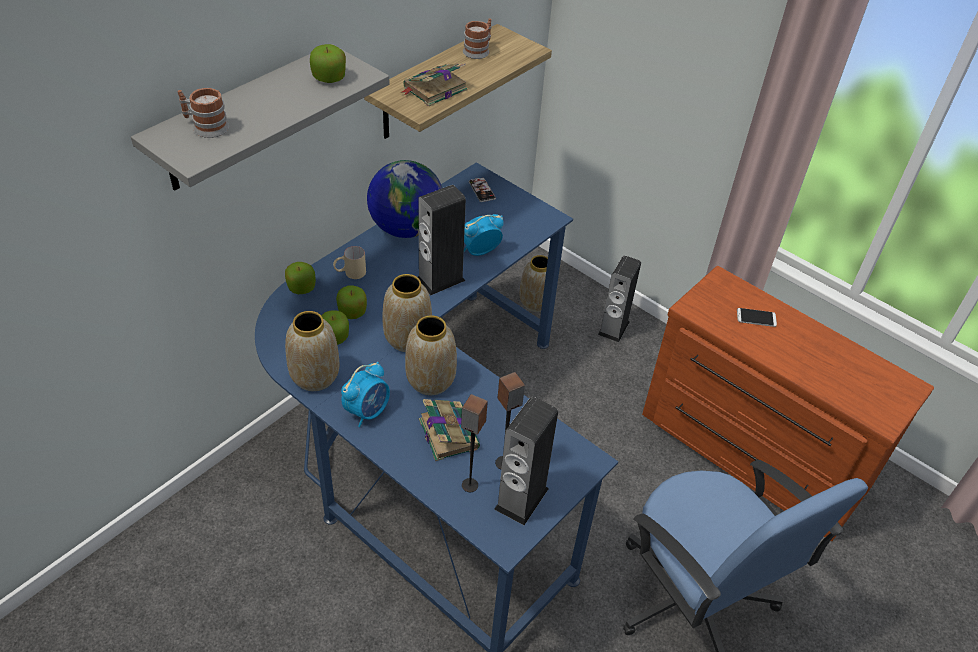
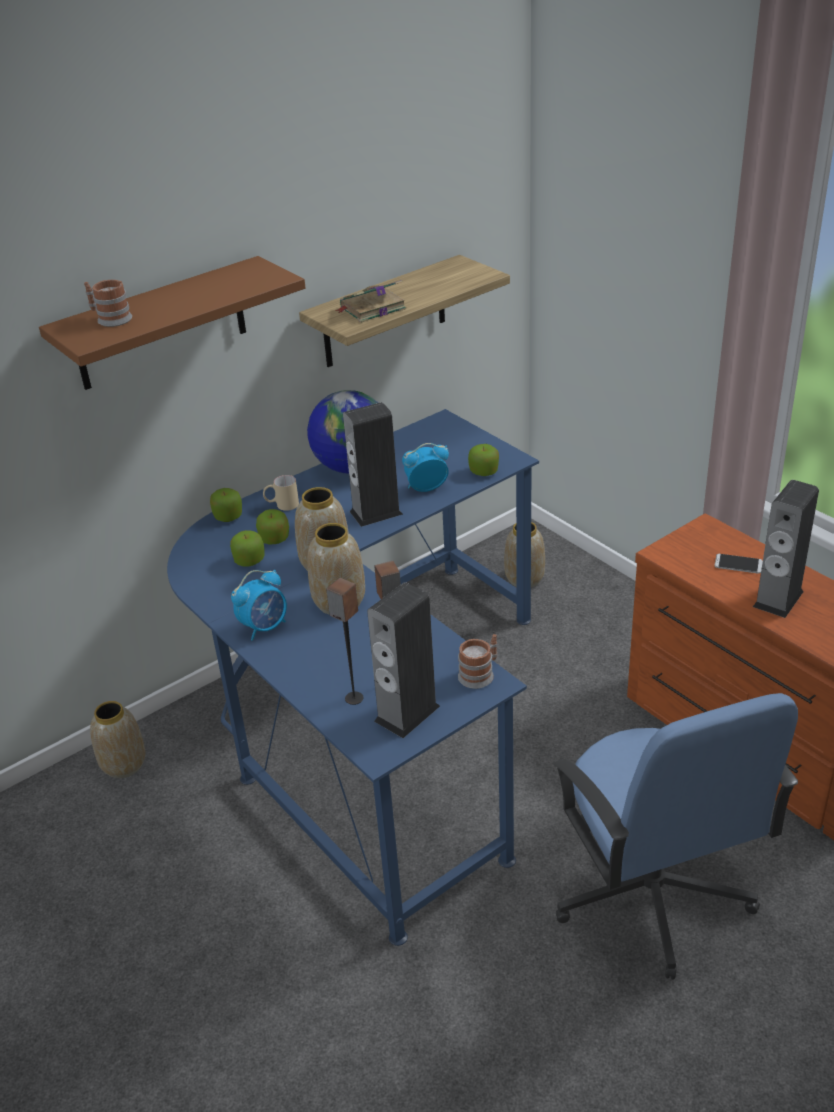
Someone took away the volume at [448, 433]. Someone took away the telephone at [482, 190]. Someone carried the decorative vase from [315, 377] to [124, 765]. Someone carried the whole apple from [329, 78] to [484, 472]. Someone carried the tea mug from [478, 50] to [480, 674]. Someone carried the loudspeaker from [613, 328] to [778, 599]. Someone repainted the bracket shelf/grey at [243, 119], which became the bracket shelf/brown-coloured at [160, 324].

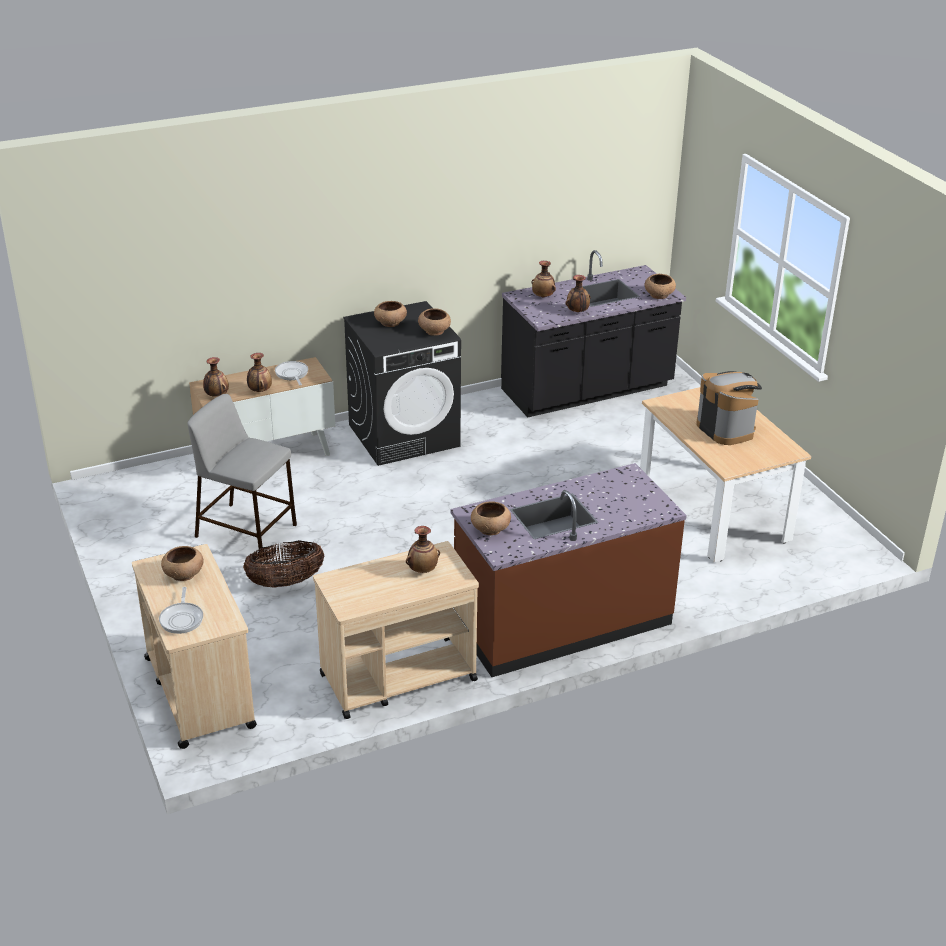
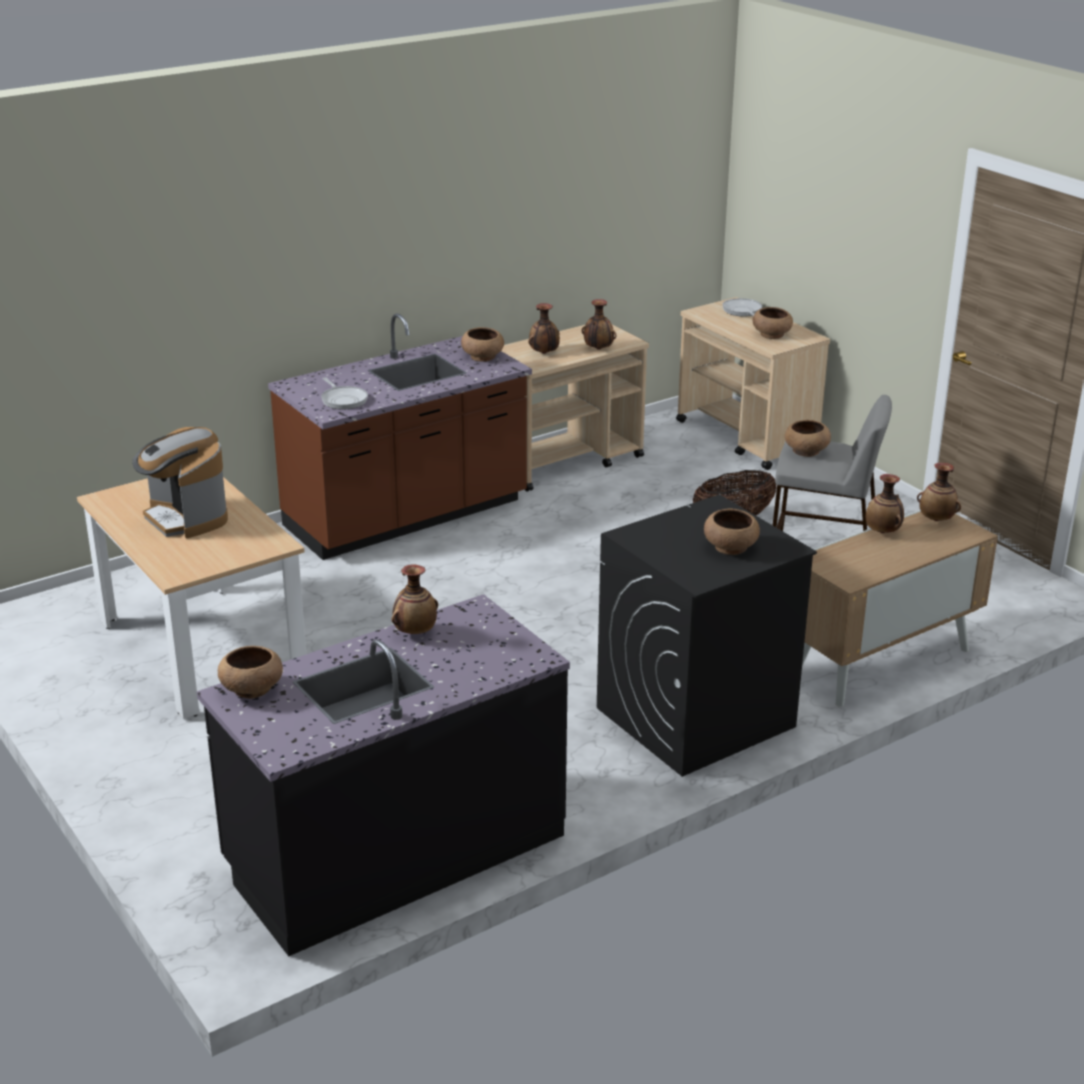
Someone carried the skillet from [292, 374] to [343, 400]. Someone carried the bowl/brown-coloured from [434, 331] to [806, 451]. Someone carried the decorative vase from [543, 297] to [598, 349].

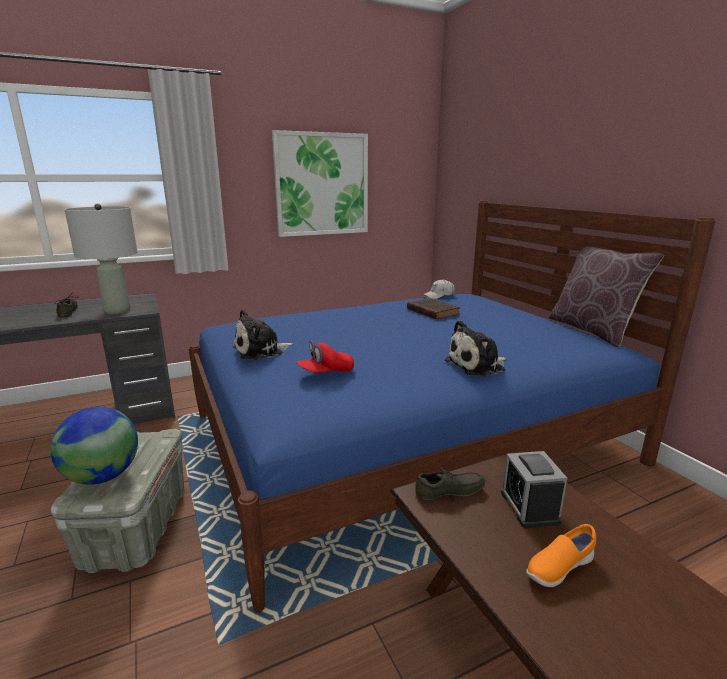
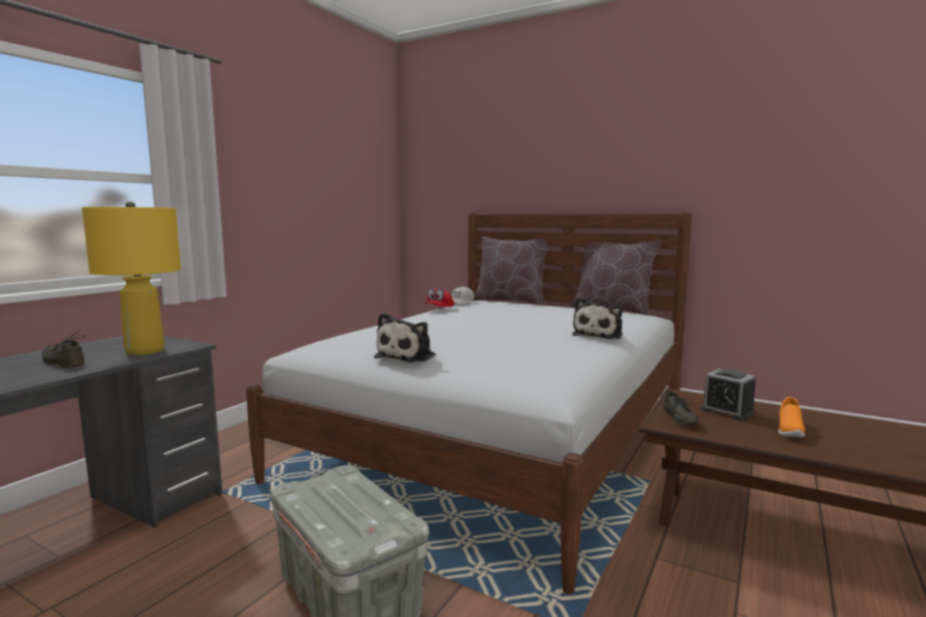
Someone took away the desk globe at [103, 476]. Someone took away the wall art at [322, 184]. Someone took away the volume/brown-coloured at [431, 311]. Someone put down the pillow/brown-coloured at [511, 301]. Someone carried the cap/red from [326, 373] to [439, 309]. Someone repainted the lamp for a table/grey at [117, 310], which became the lamp for a table/yellow-coloured at [145, 350]. Someone repainted the sleeping bed/blue-coloured at [406, 438], which became the sleeping bed/whitish at [500, 438]. Someone rotated the item of footwear/grey at [450, 493] by 135 degrees clockwise.

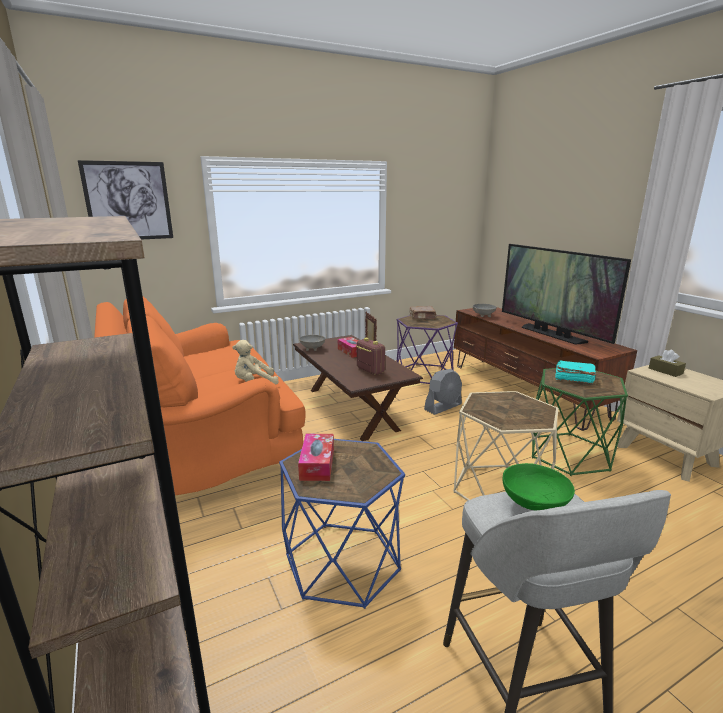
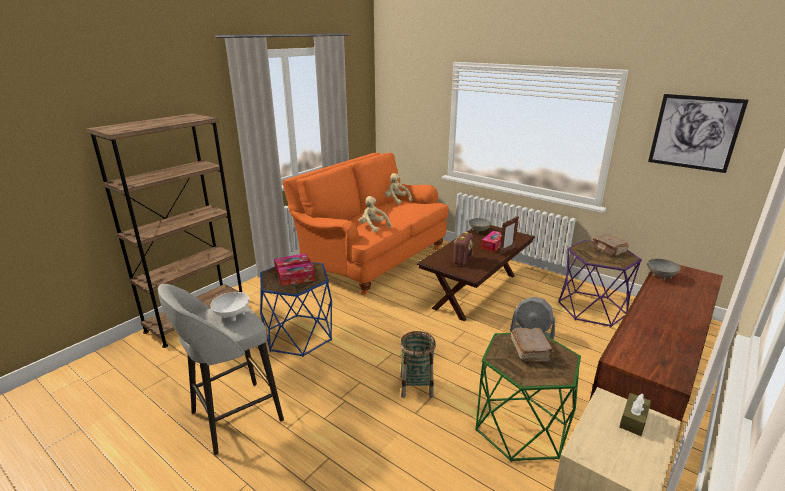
Someone took away the TV at [551, 334]. Someone put down the tissue holder at [297, 279]. Someone put down the soft toy/sand-coloured at [396, 200]. Someone carried the wall art from [128, 201] to [694, 132]. Someone swapped the accent table/sand-coloured at [499, 490] for the basket at [416, 386]. Someone repainted the bowl/green-coloured at [532, 506], which became the bowl/whitish at [232, 315]. Someone repainted the volume/turquoise-coloured at [573, 378], which became the volume/brown-coloured at [530, 351].

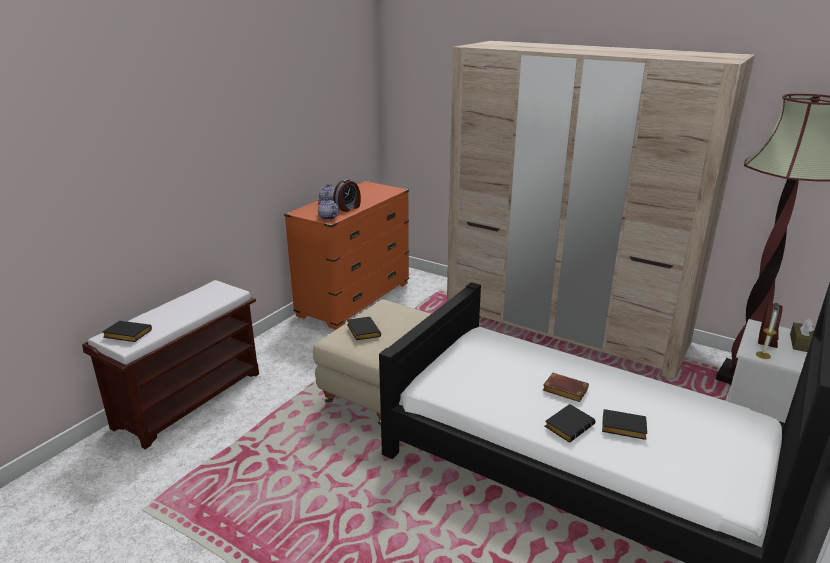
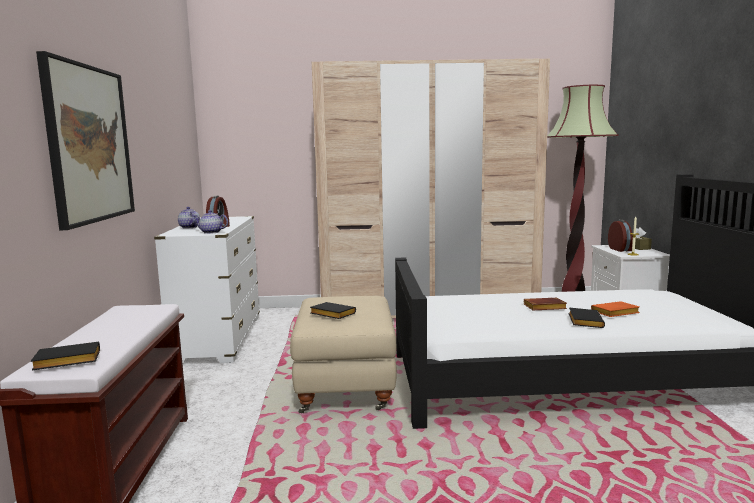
Someone put up the wall art at [89, 144]. Someone repainted the chest of drawers/orange-coloured at [354, 299], which became the chest of drawers/whitish at [219, 339]. Someone repainted the volume/black-coloured at [622, 428], which became the volume/orange-coloured at [614, 313].

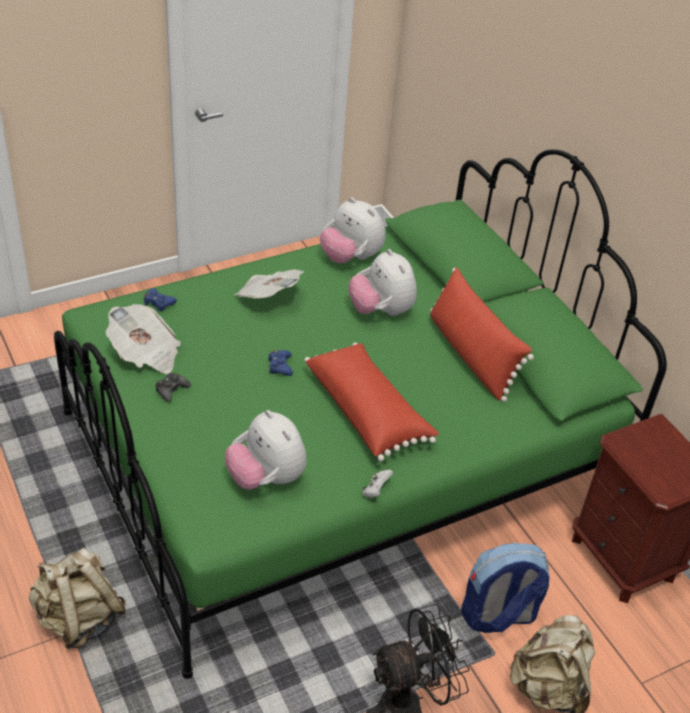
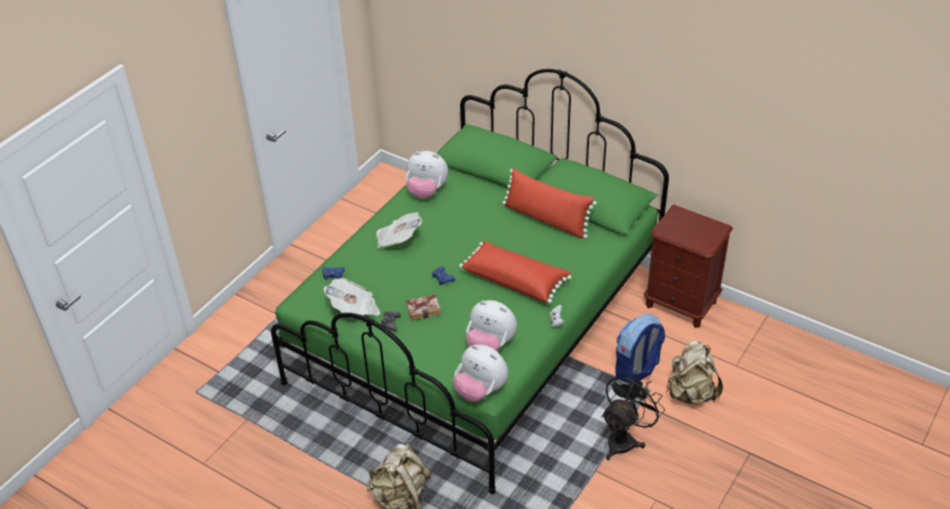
Someone put down the volume at [424, 309]. Someone carried the soft toy from [381, 310] to [480, 390].

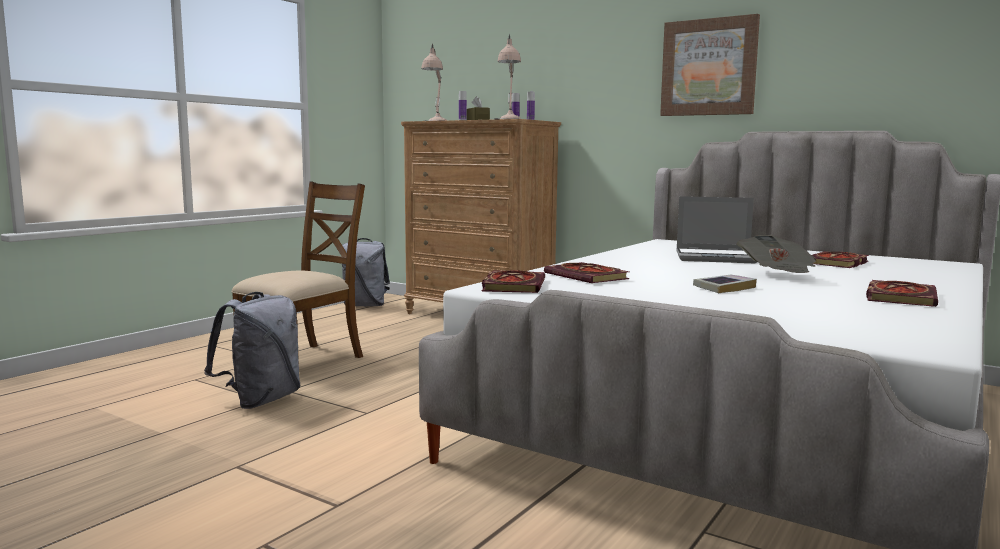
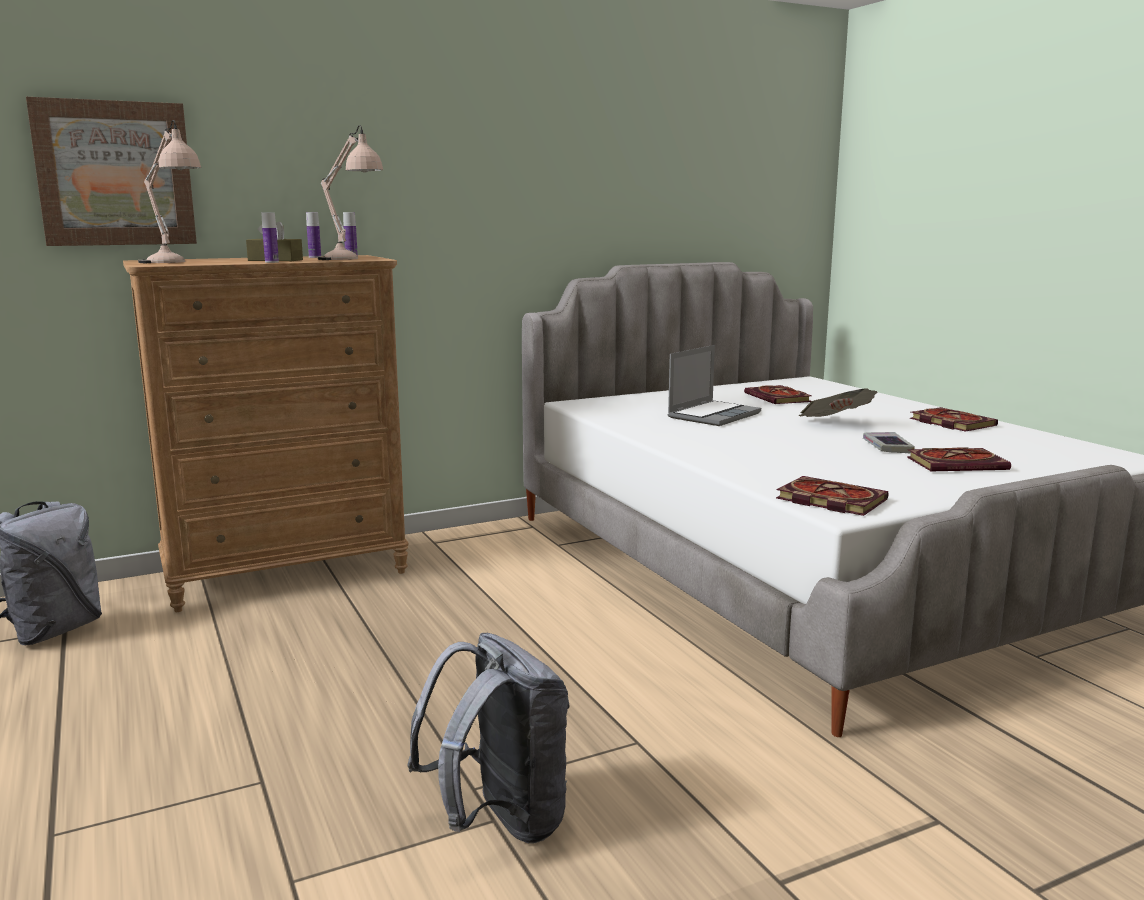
Someone took away the plain chair/brown-coloured at [304, 360]. Someone carried the volume from [588, 277] to [958, 464]. Someone carried the wall art from [709, 67] to [115, 174].

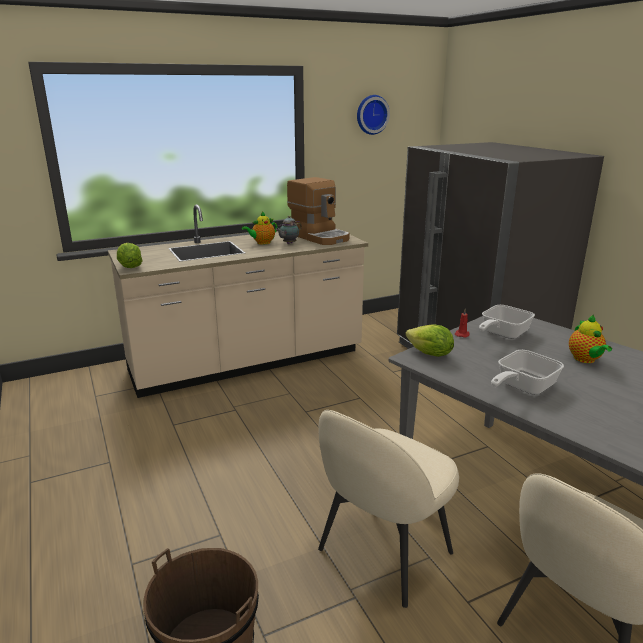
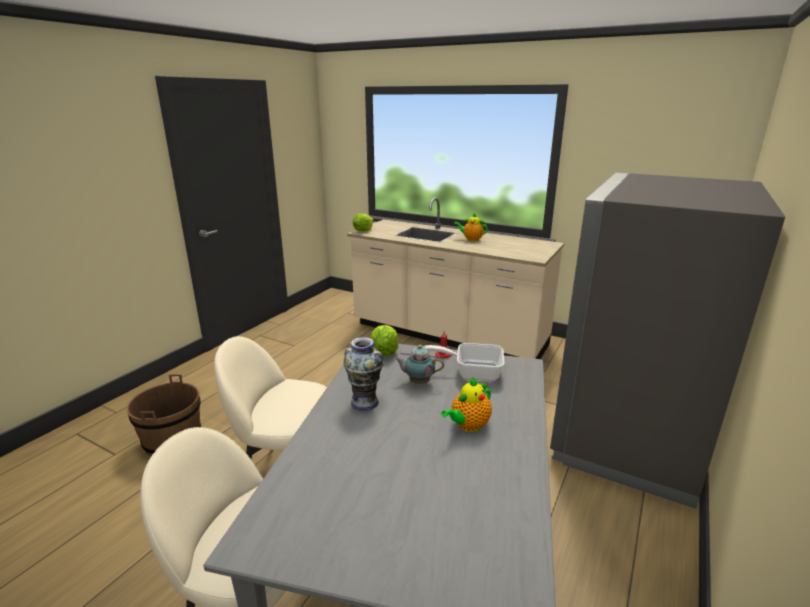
Someone took away the coffee maker at [319, 236]. Someone took away the clock on the wall at [371, 114]. Someone carried the teapot from [288, 243] to [418, 382]. Someone swapped the skillet at [522, 387] for the decorative vase at [365, 402].

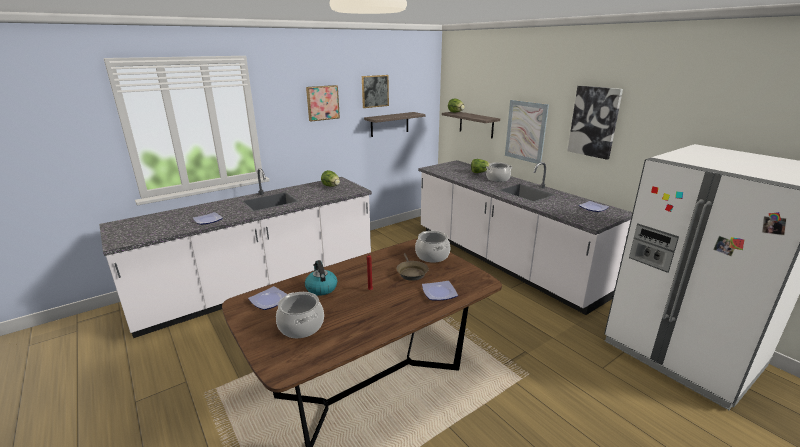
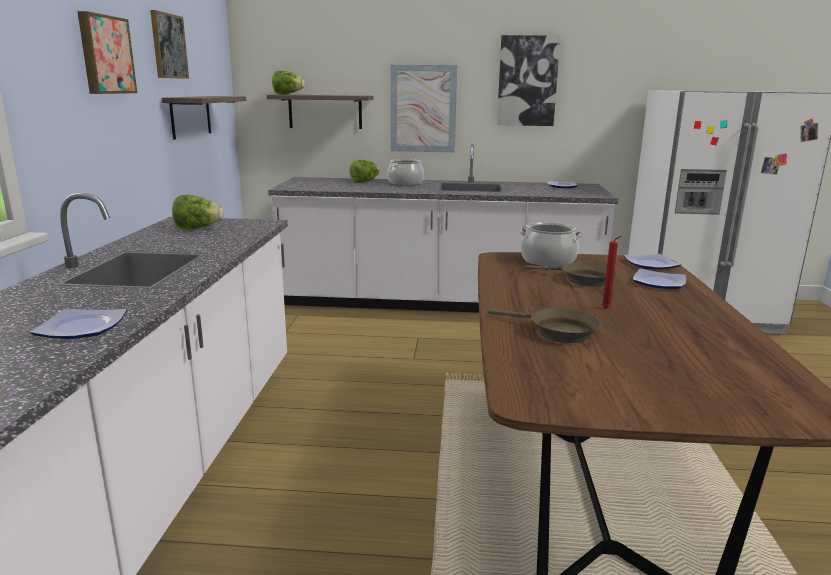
Someone took away the stockpot at [301, 326]. Someone carried the plate from [268, 300] to [650, 265]. Someone swapped the tea kettle at [321, 288] for the skillet/brown-coloured at [557, 332].

